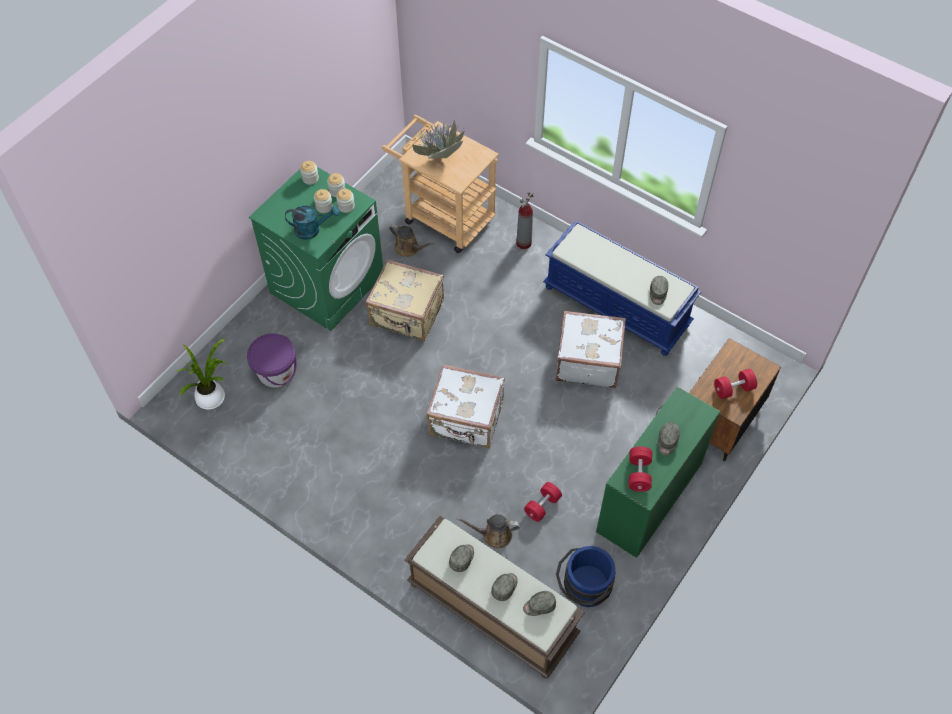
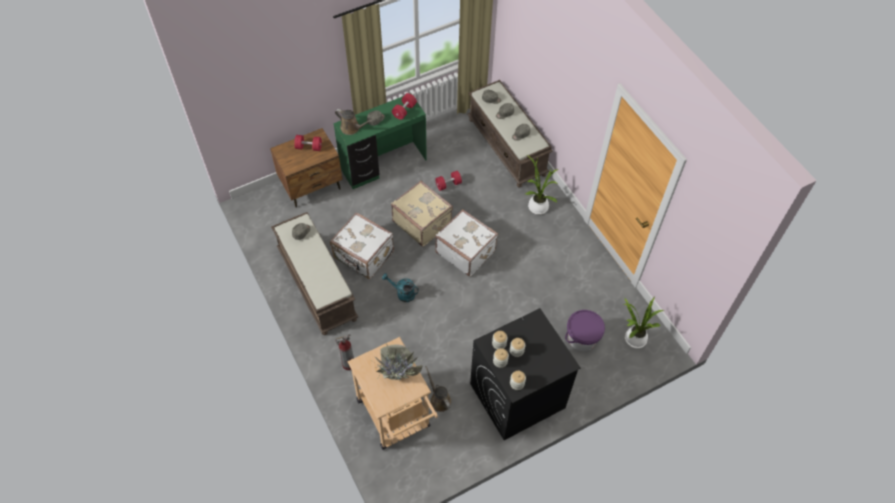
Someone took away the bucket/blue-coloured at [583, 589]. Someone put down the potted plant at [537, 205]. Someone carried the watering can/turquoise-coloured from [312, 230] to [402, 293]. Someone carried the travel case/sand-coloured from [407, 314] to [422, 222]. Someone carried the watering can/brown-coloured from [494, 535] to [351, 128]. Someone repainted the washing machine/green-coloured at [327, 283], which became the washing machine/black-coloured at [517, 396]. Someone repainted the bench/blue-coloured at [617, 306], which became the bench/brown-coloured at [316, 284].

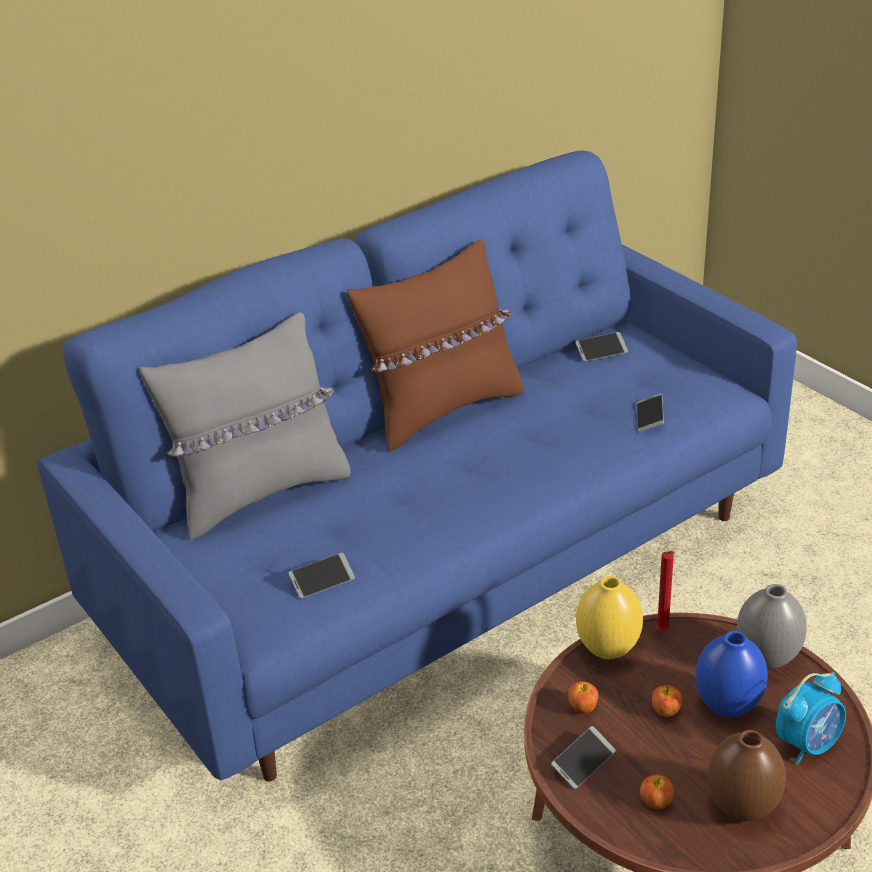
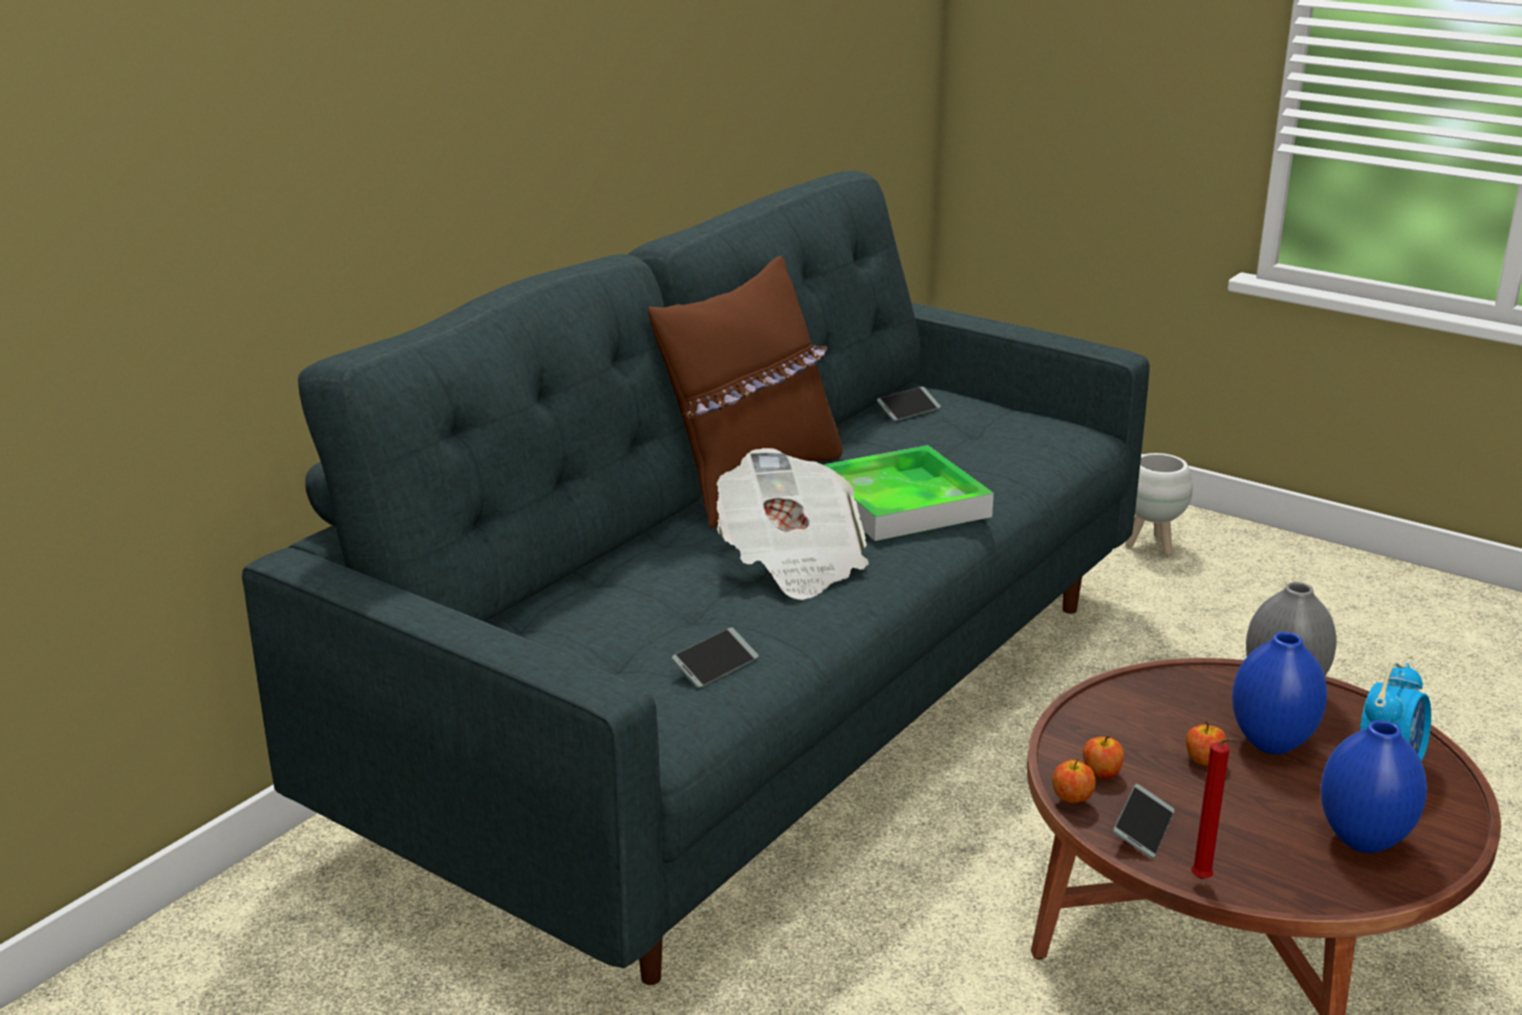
Someone took away the pillow/grey at [261, 493]. Someone took away the decorative vase/yellow-coloured at [609, 649]. Someone took away the telephone at [649, 417]. Someone put down the newspaper at [791, 562]. Someone put down the serving tray at [902, 502]. Someone put down the flower pot/whitish at [1152, 546]. Someone carried the whole apple from [656, 802] to [1072, 797]. Someone carried the wax candle/red from [663, 633] to [1204, 881]. Someone repainted the settee/blue-coloured at [445, 571], which became the settee/grey at [762, 710]. Someone repainted the decorative vase/brown-coloured at [743, 807], which became the decorative vase/blue-coloured at [1363, 839].

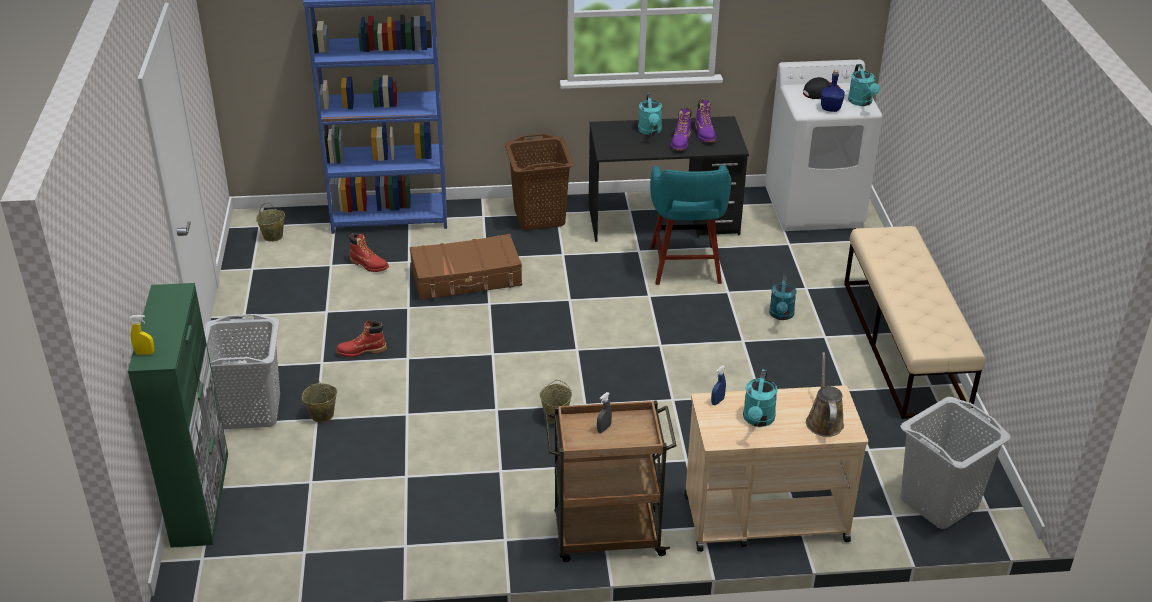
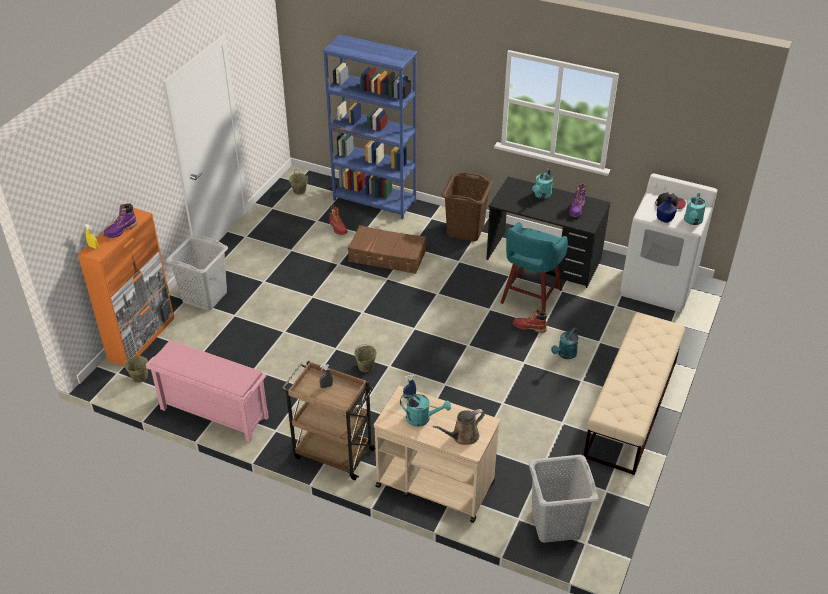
Someone put down the shoe rack/pinkish at [213, 413]. Someone carried the bucket/sand-coloured from [321, 415] to [139, 377]. Someone carried the high-top boot/red from [361, 351] to [529, 327]. Someone carried the high-top boot/purplish from [681, 142] to [121, 231]. Someone repainted the cabinet/green-coloured at [201, 498], which became the cabinet/orange-coloured at [142, 338]. Someone rotated the watering can/turquoise-coloured at [758, 420] by 120 degrees counterclockwise. Someone rotated the watering can/brown-coloured at [824, 421] by 150 degrees counterclockwise.

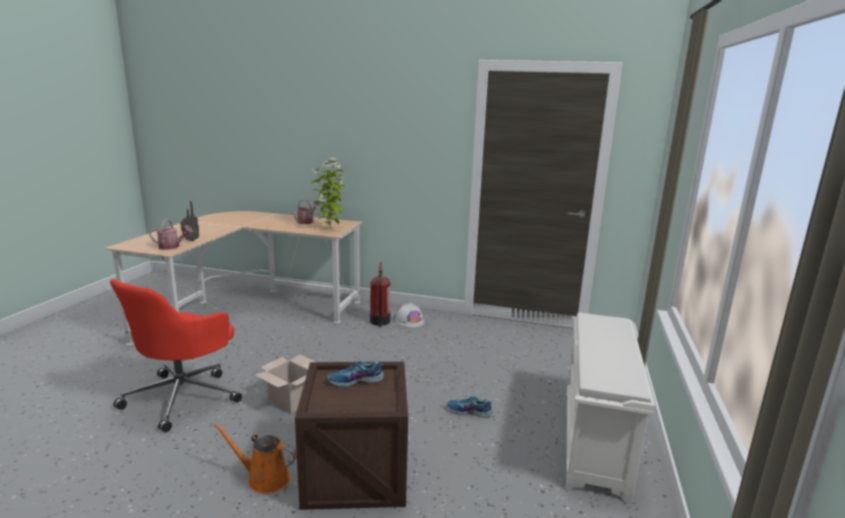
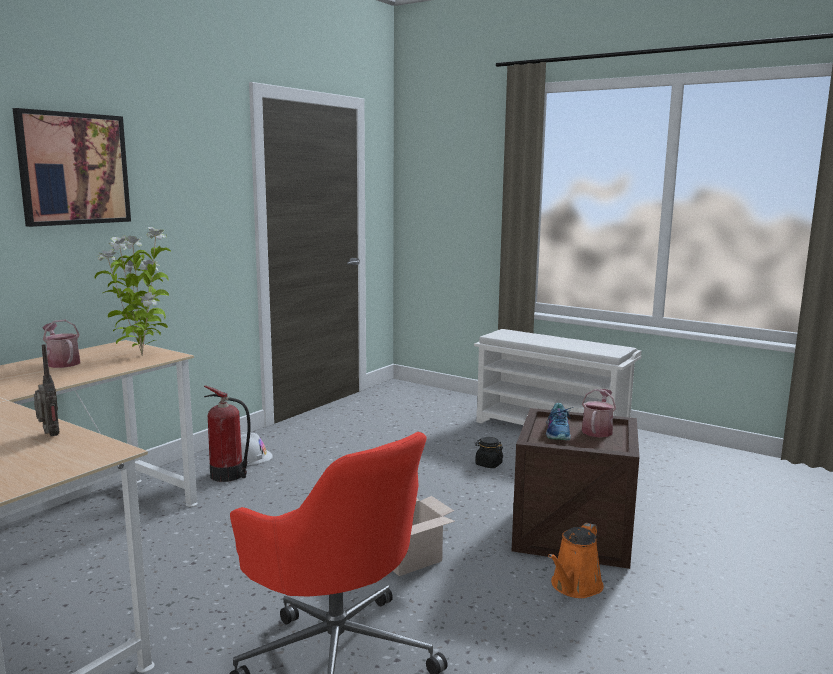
Someone put up the wall art at [74, 169]. Someone carried the watering can from [172, 247] to [597, 430]. Someone swapped the item of footwear at [469, 412] for the preserve jar/black-coloured at [488, 464].

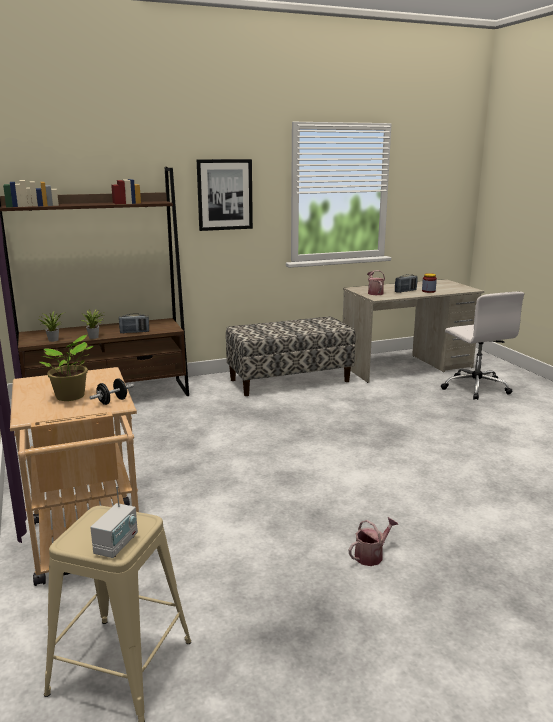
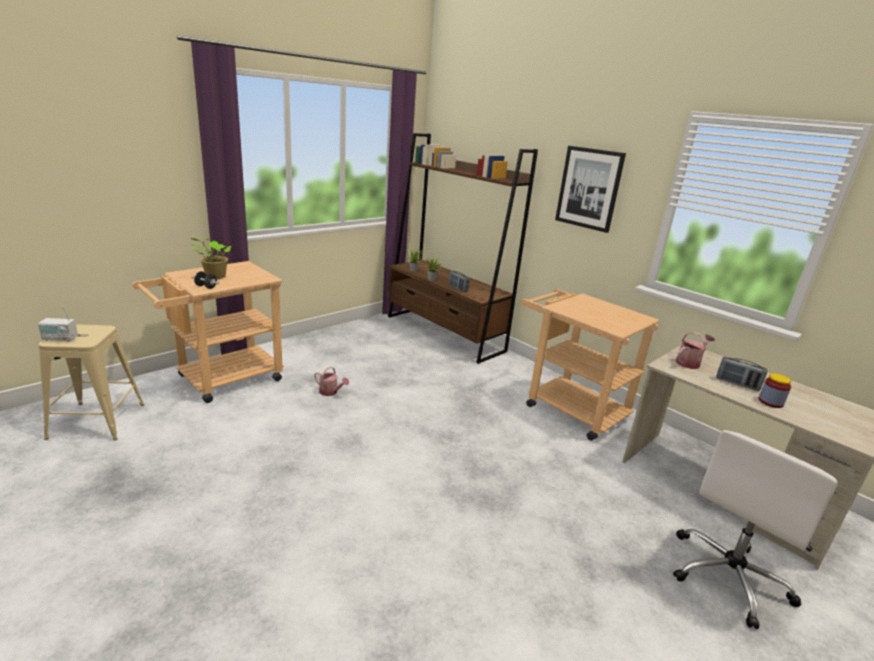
Someone carried the watering can from [371, 555] to [330, 392]. Someone swapped the bench at [289, 380] for the cart/sand-coloured at [568, 407].

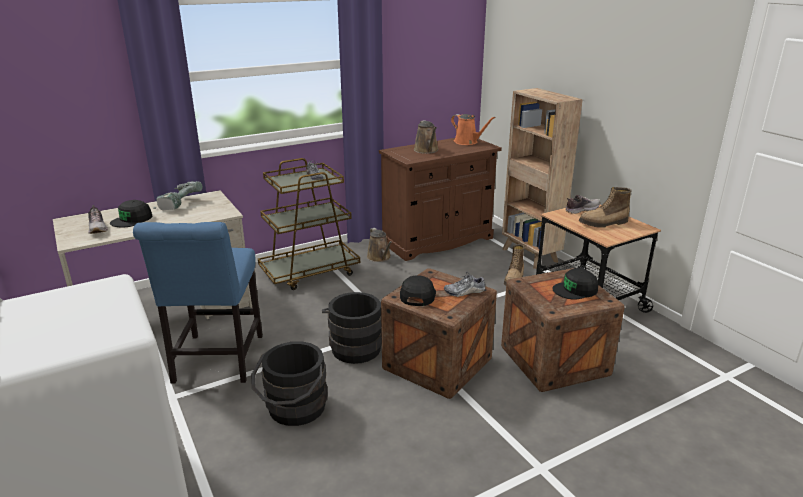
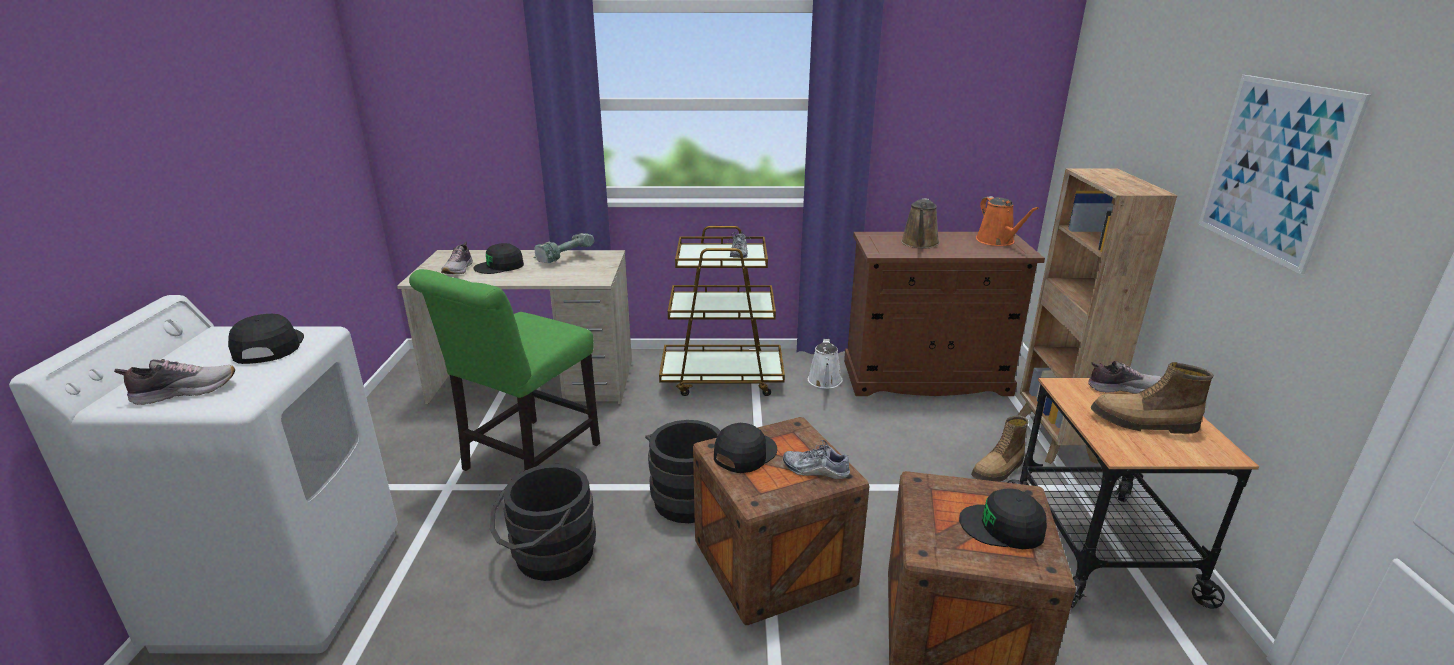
Someone put down the item of footwear at [185, 392]. Someone put down the cap/black-coloured at [268, 347]. Someone put up the wall art at [1273, 169]. Someone repainted the plain chair/blue-coloured at [216, 362], which became the plain chair/green-coloured at [526, 460]. Someone repainted the watering can/brown-coloured at [380, 257], which became the watering can/whitish at [825, 382].

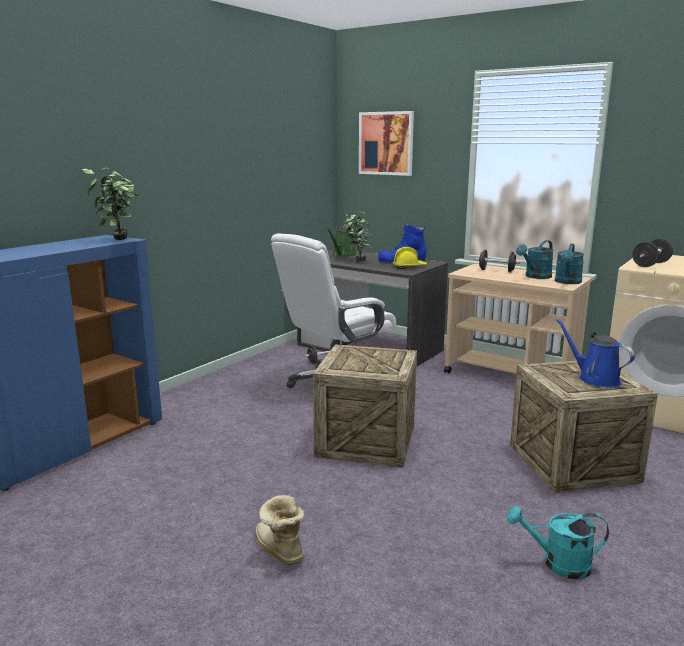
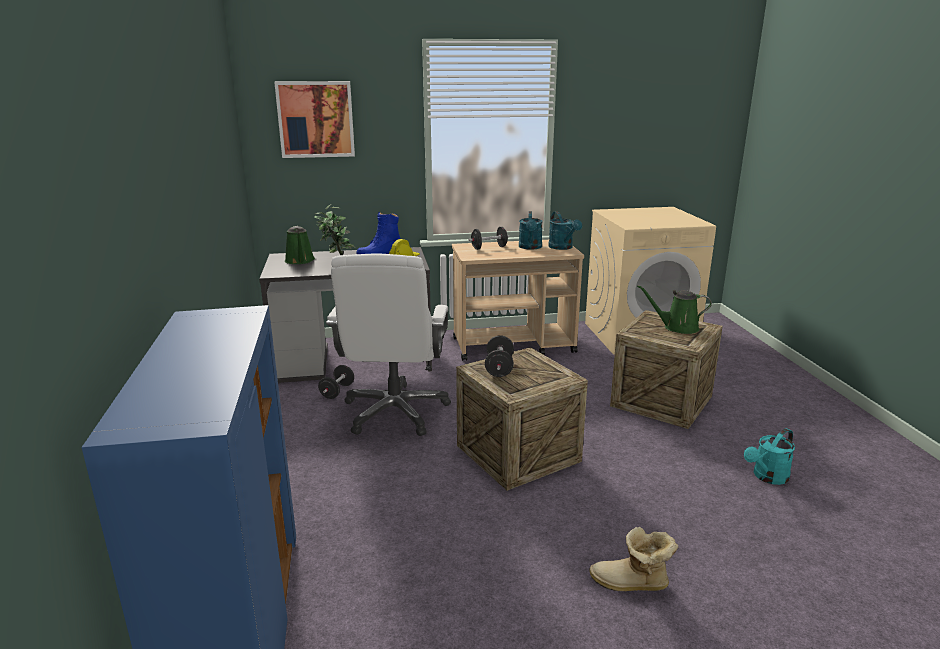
Someone took away the potted plant at [118, 240]. Someone carried the dumbbell/black-coloured from [651, 264] to [499, 368]. Someone repainted the watering can/blue-coloured at [595, 379], which became the watering can/green-coloured at [677, 327].

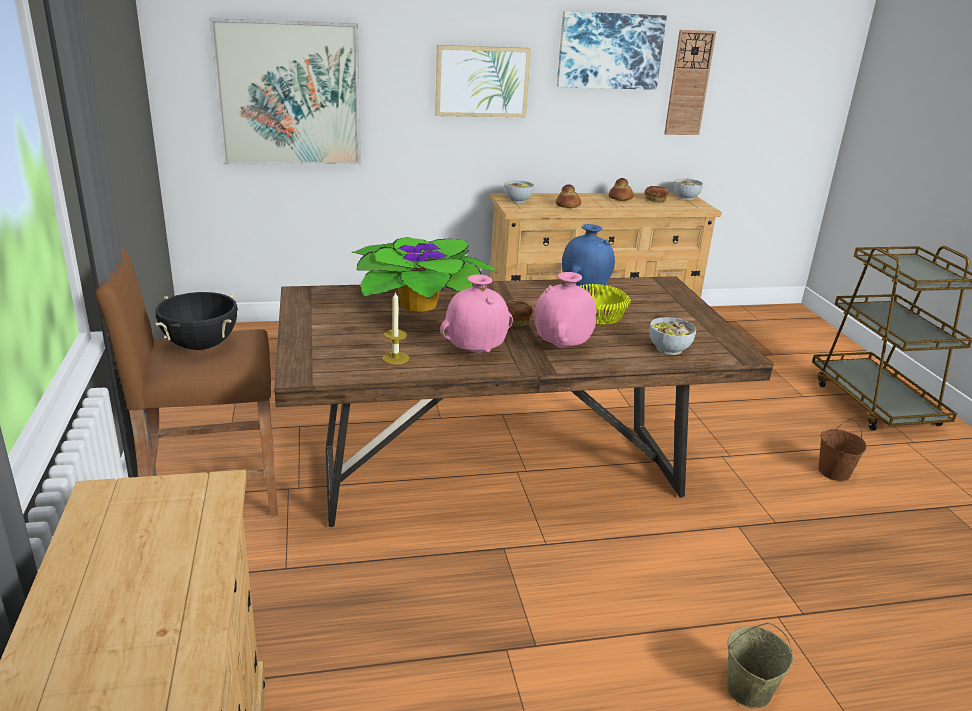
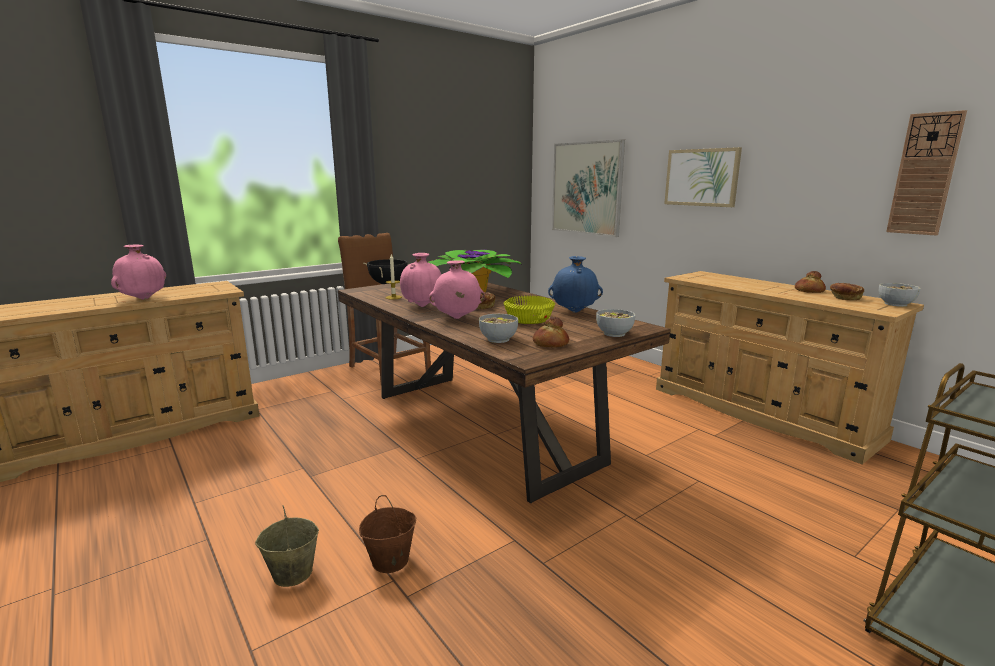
Someone took away the wall art at [609, 50]. Someone put down the decorative vase/pinkish at [144, 299]. Someone carried the bowl from [517, 200] to [614, 333]. Someone carried the bakery bread from [568, 205] to [550, 344]. Someone carried the bucket/brown-coloured from [834, 473] to [389, 561].

